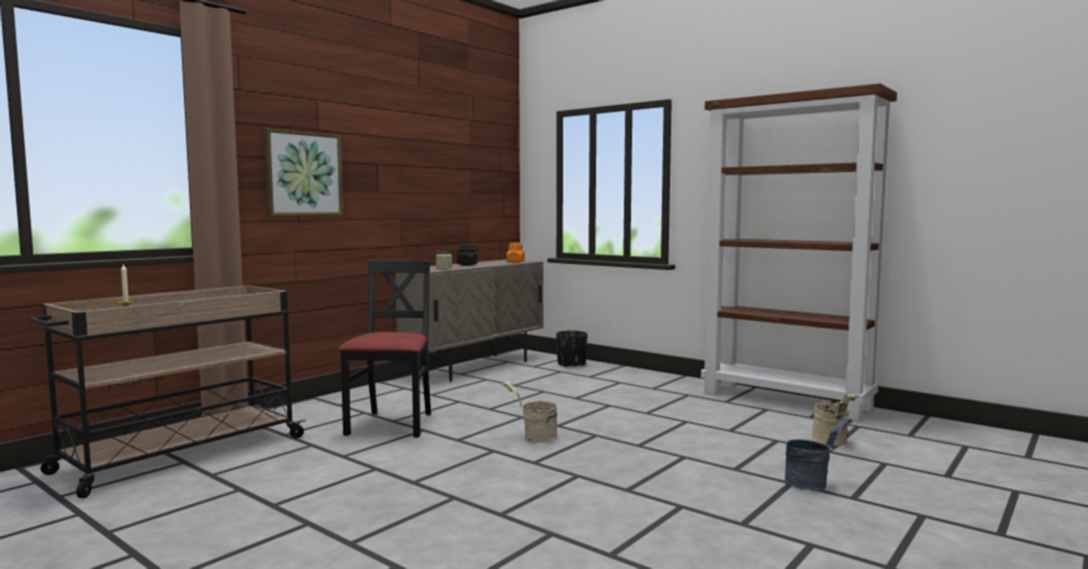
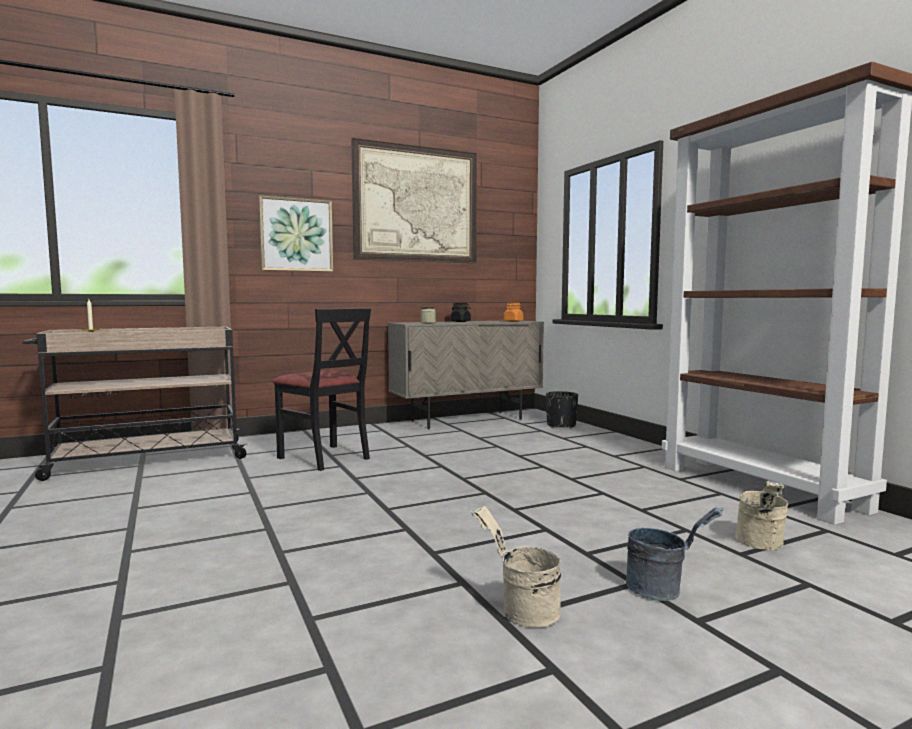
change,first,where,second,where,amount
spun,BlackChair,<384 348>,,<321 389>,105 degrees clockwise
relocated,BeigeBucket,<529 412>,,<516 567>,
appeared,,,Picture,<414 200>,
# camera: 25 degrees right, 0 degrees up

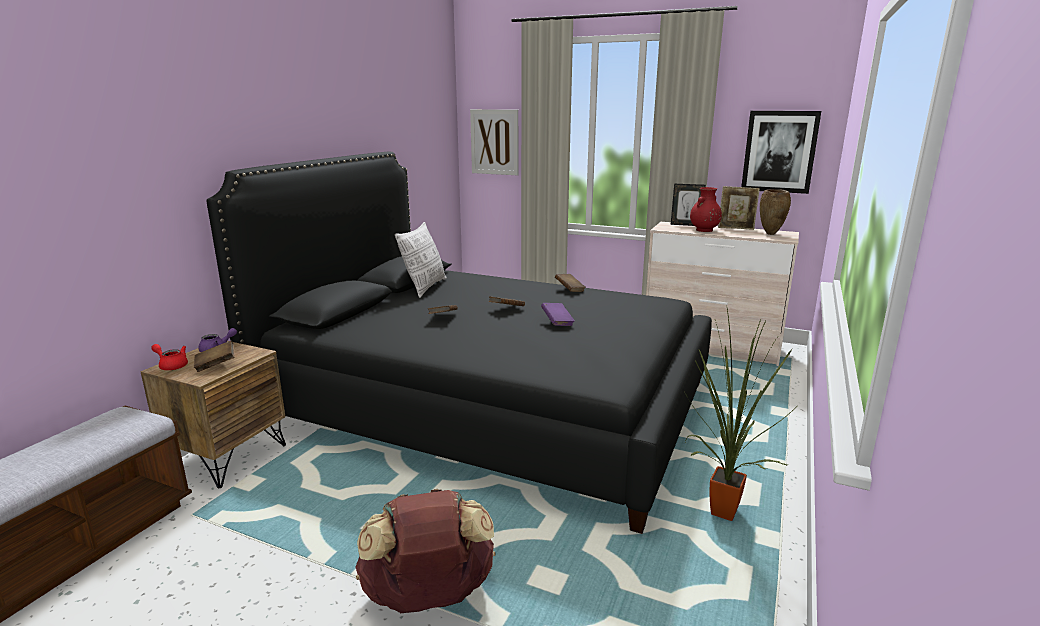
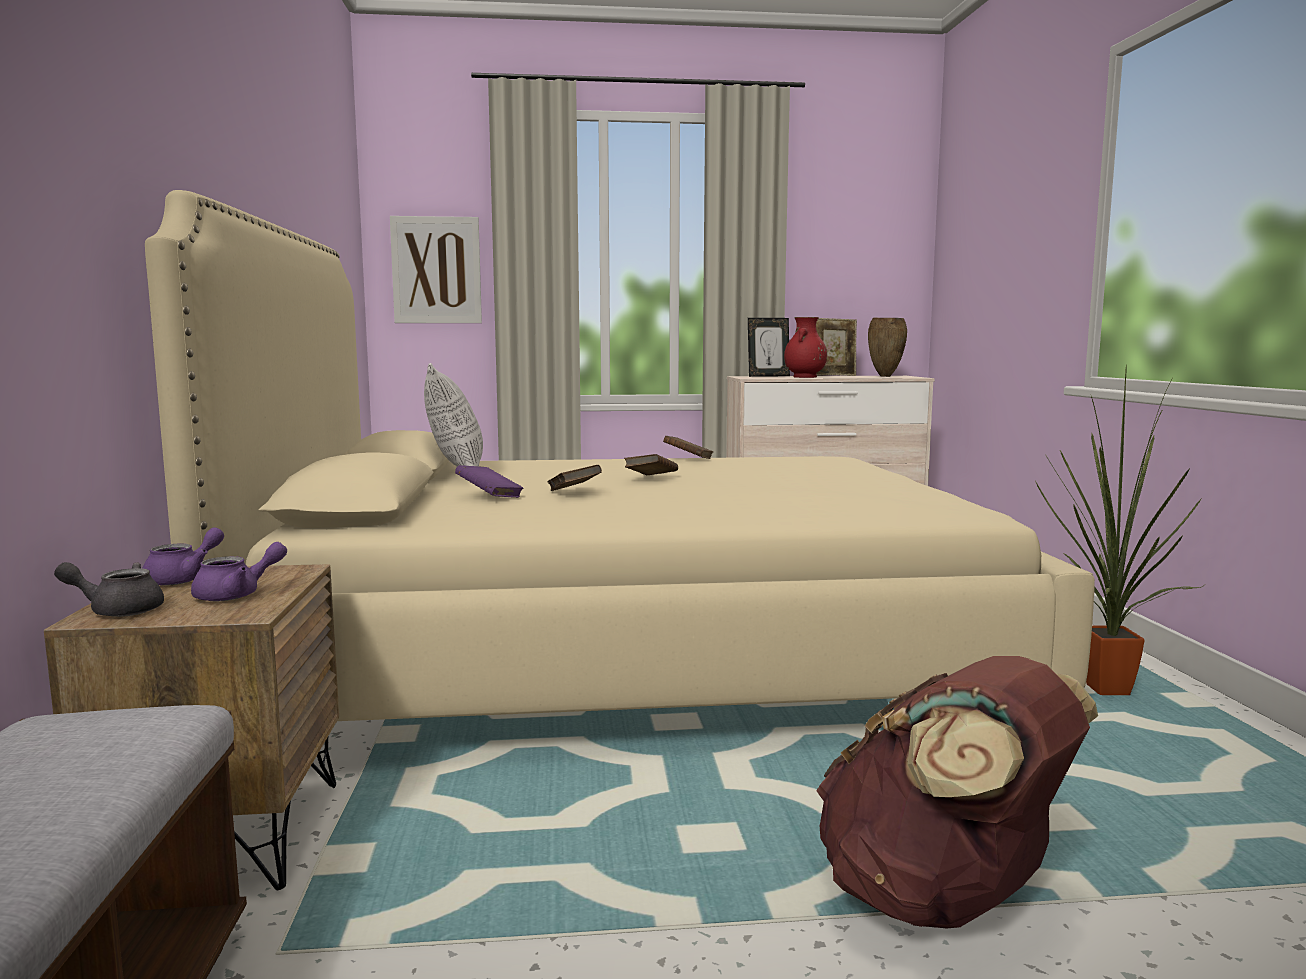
change,first,where,second,where,amount
missing,Picture,<781 152>,,,
colour,BlackBed,<459 343>,BeigeBed,<620 455>,
relocated,PurpleBook,<558 314>,,<489 481>,
exchanged,BrownBook,<214 356>,PurpleTeapot,<239 571>,
colour,RedTeapot,<169 357>,GreyTeapot,<109 589>,
# camera: 30 degrees left, 10 degrees down

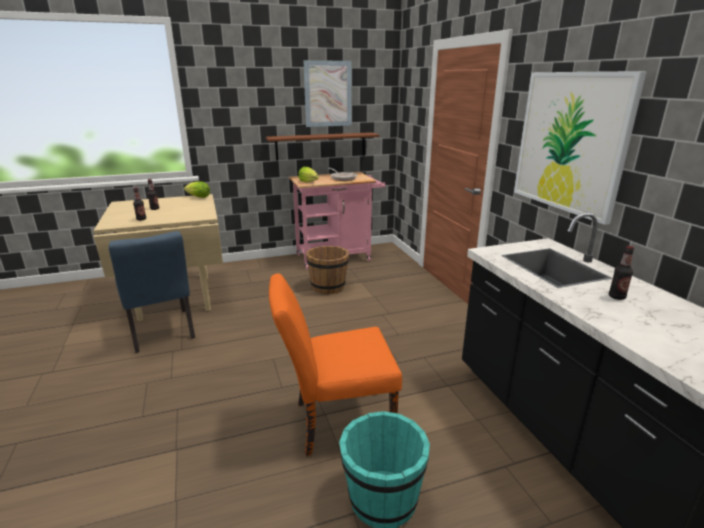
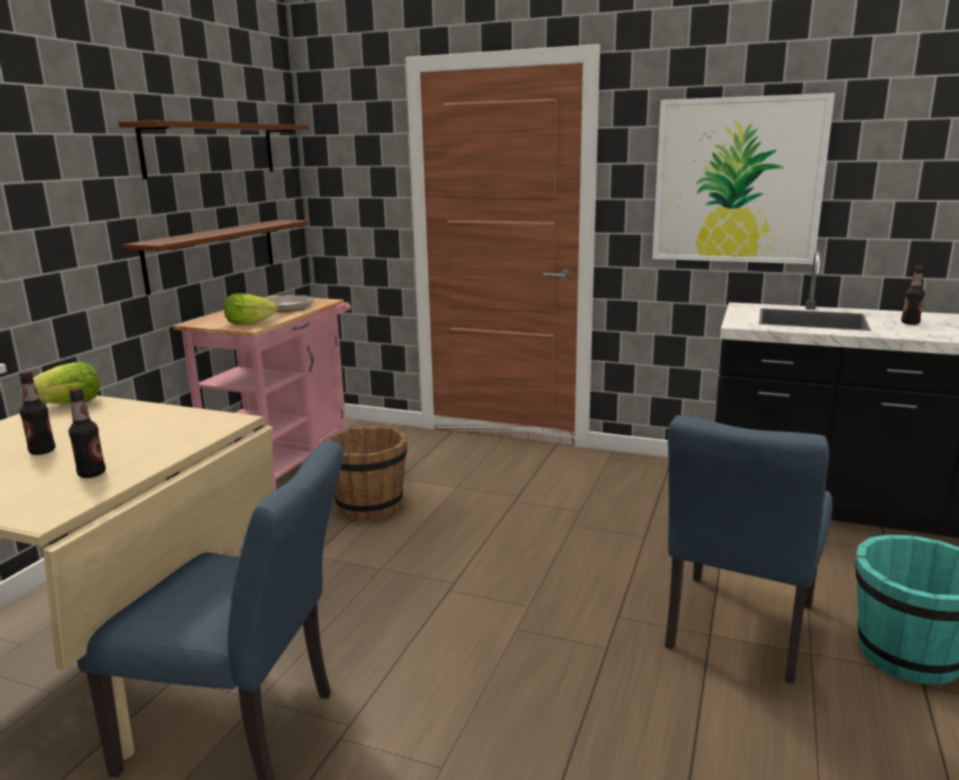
change,first,where,second,where,amount
exchanged,Picture,<327 93>,BrownShelf,<214 149>,
colour,OrangeChair,<335 364>,BlueChair,<748 549>,
# camera: 50 degrees left, 5 degrees down

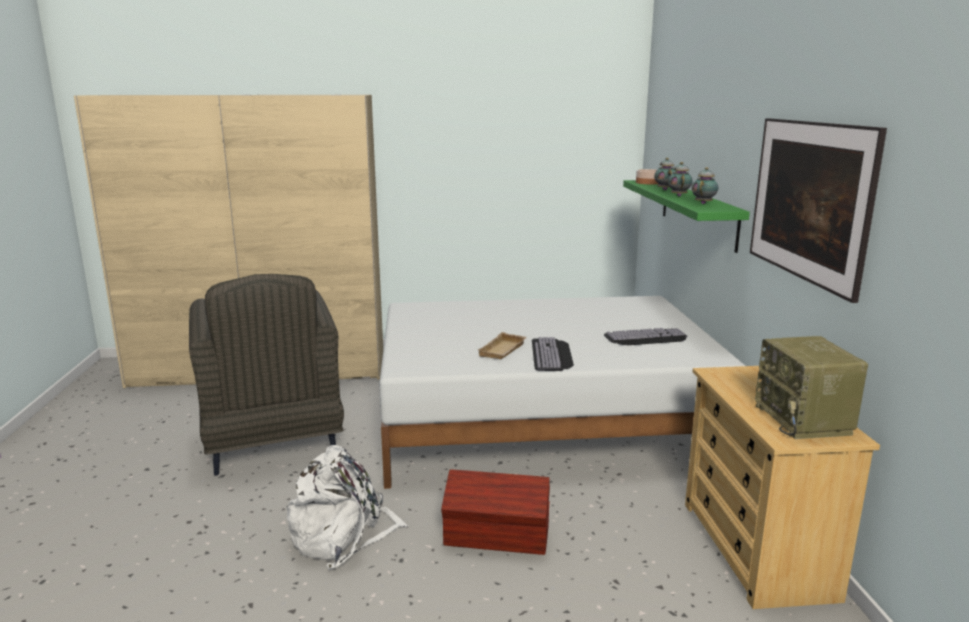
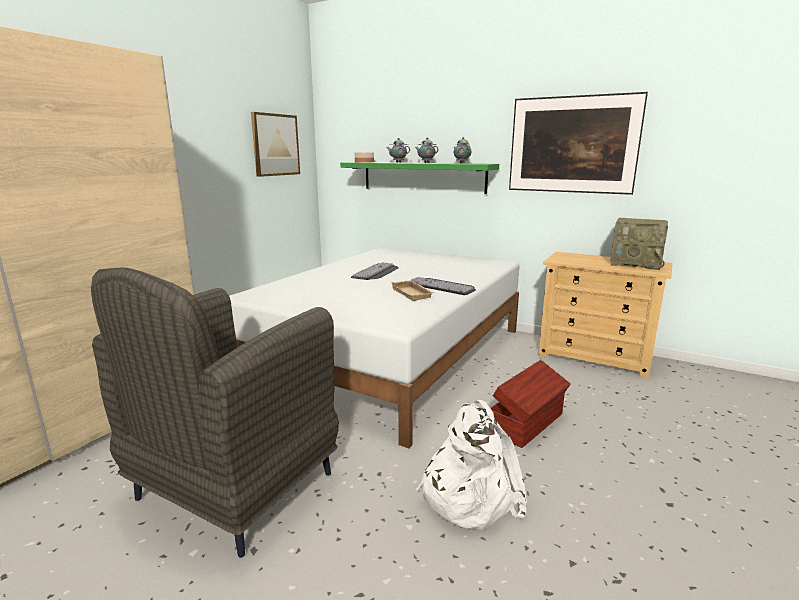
change,first,where,second,where,amount
spun,GreyArmchair,<266 375>,,<215 412>,105 degrees clockwise
relocated,Keyboard,<645 336>,,<375 271>,
appeared,,,Picture,<275 144>,
# camera: 55 degrees left, 0 degrees up

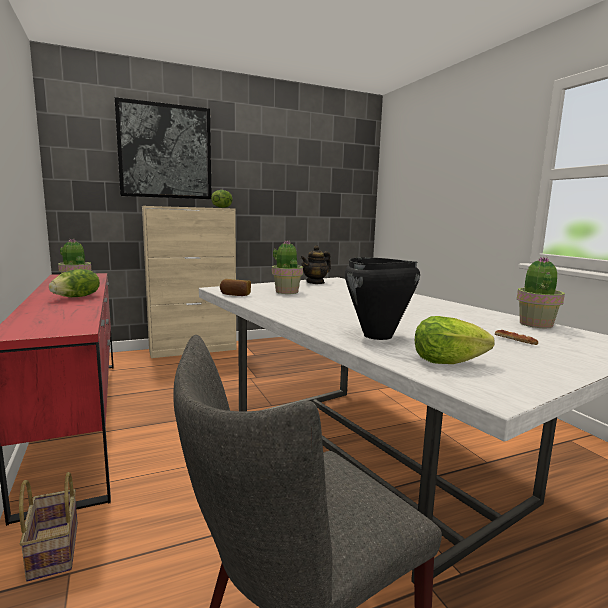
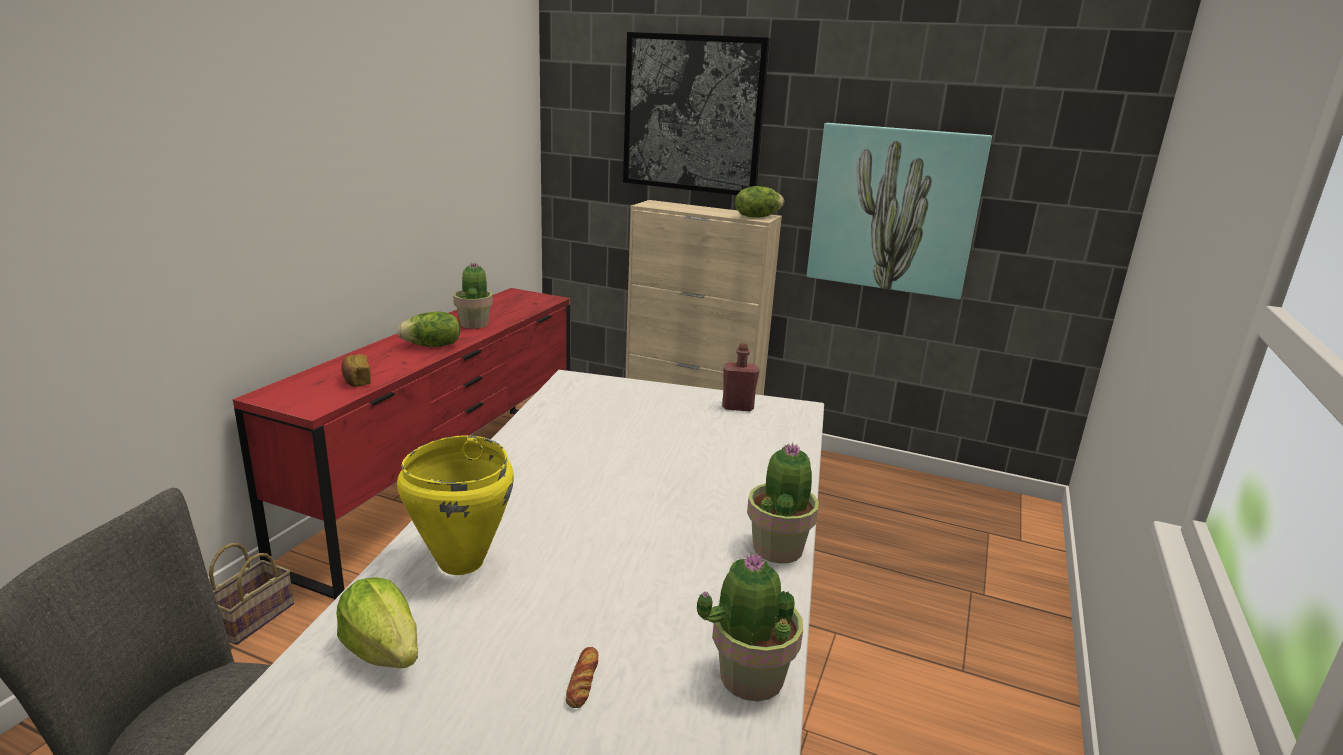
change,first,where,second,where,amount
relocated,PottedPlant,<287 267>,,<783 503>,
exchanged,Teapot,<315 264>,RedBottle,<740 377>,
colour,BlackCookingPot,<382 298>,YellowCookingPot,<455 505>,
relocated,Bread,<235 287>,,<356 370>,
appeared,,,Picture,<899 211>,
# camera: 45 degrees right, 10 degrees up

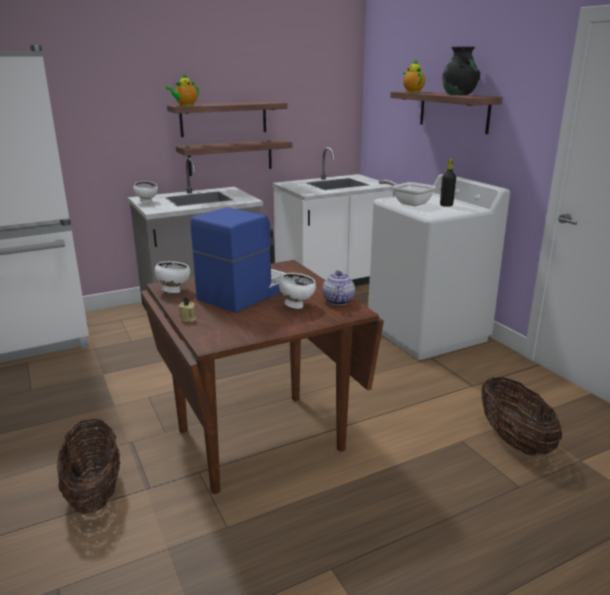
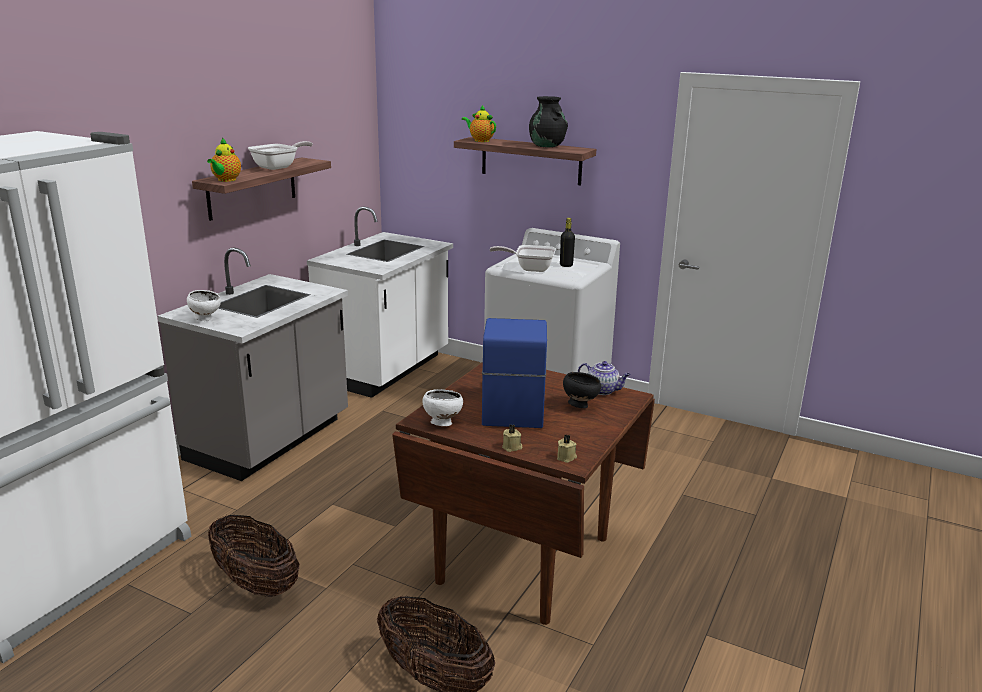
change,first,where,second,where,amount
missing,Shelf,<234 157>,,,
spun,Teapot,<338 288>,,<604 378>,150 degrees clockwise
colour,WhiteBowl,<297 291>,BlackBowl,<582 390>,
relocated,Basket,<521 416>,,<253 556>,
appeared,,,FryingPan,<280 155>,
appeared,,,BeigeCandle,<567 448>,
# camera: 35 degrees left, 0 degrees up

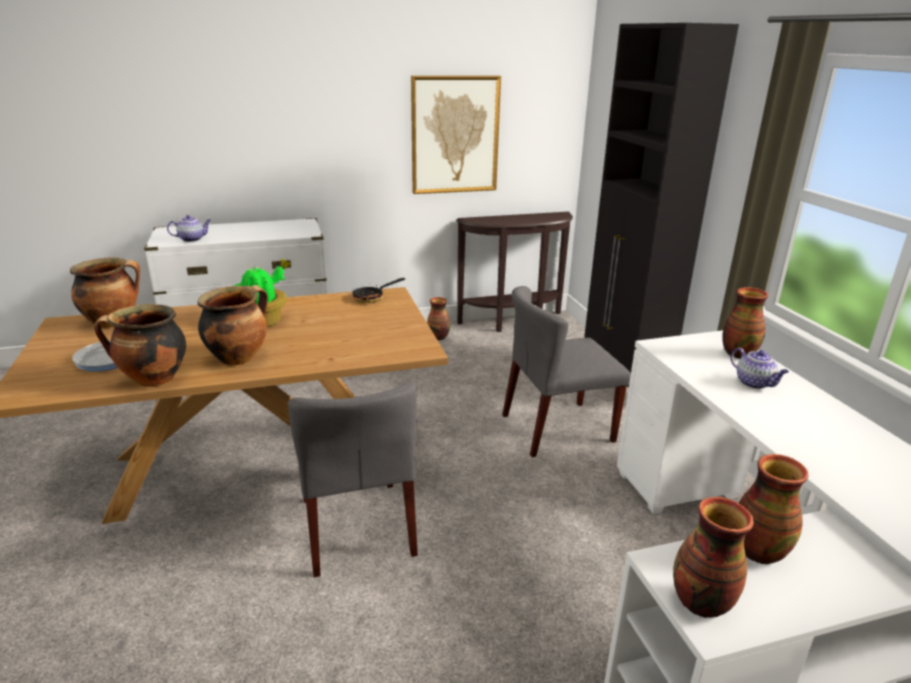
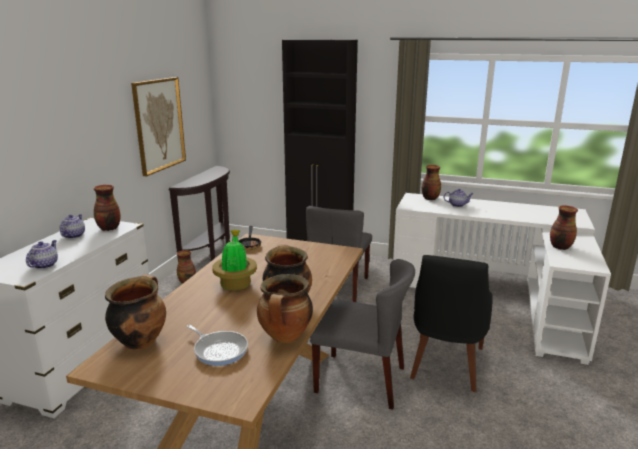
change,first,where,second,where,amount
relocated,Vase,<713 557>,,<107 208>,
appeared,,,Teapot,<72 226>,
appeared,,,BlackChair,<451 323>,
# camera: 55 degrees left, 5 degrees down

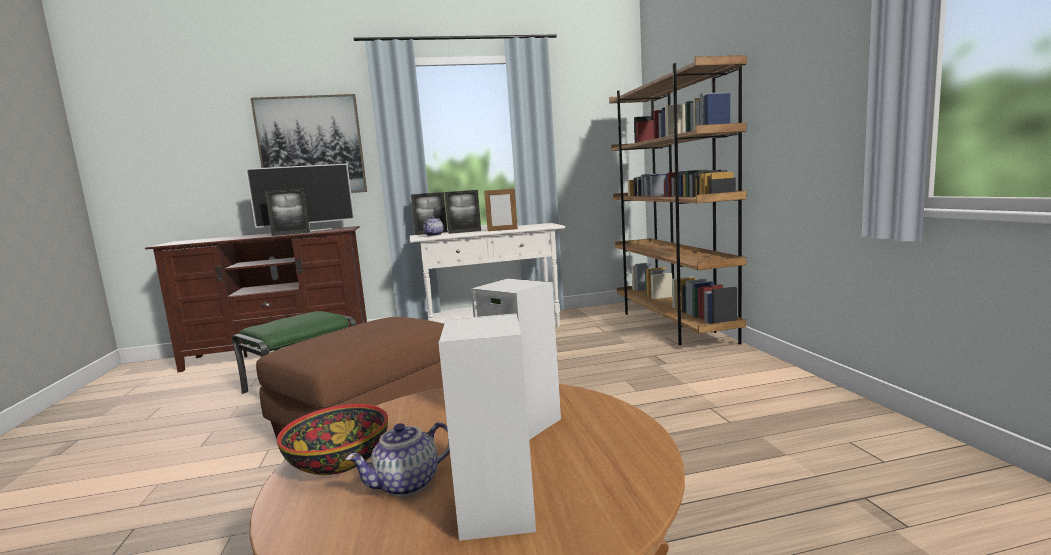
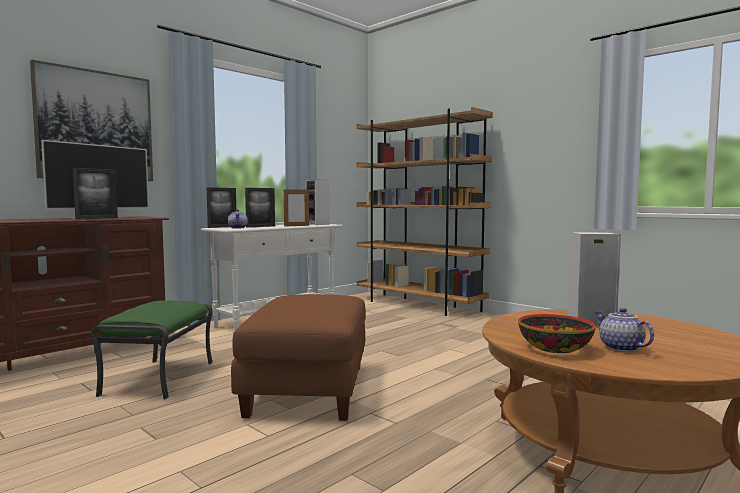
change,first,where,second,where,amount
relocated,Speaker,<487 427>,,<317 202>,
spun,Teapot,<397 459>,,<624 330>,135 degrees clockwise
# camera: 35 degrees left, 5 degrees down

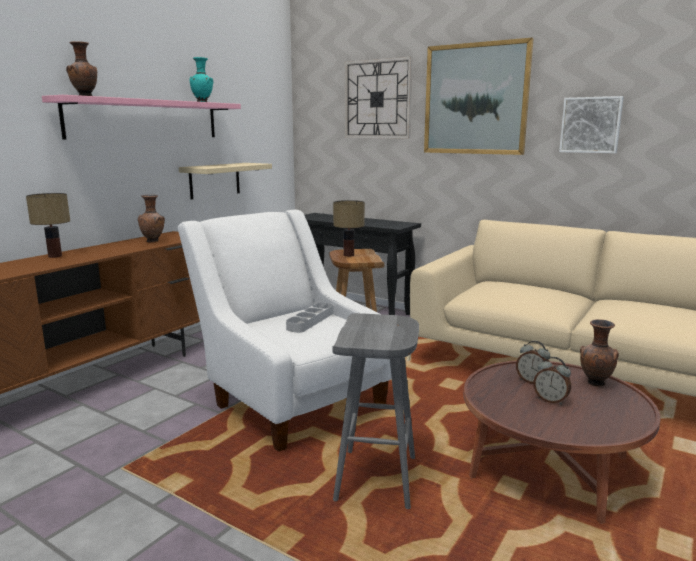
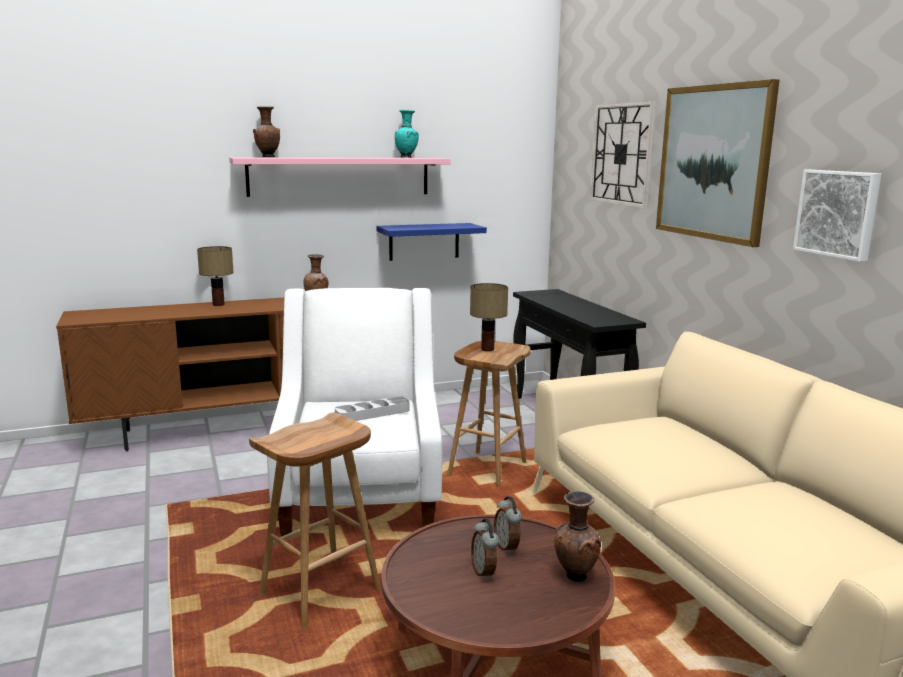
change,first,where,second,where,amount
colour,BeigeShelf,<225 181>,BlueShelf,<431 242>,
colour,GreyStool,<375 411>,BrownStool,<315 520>,
# camera: 35 degrees right, 0 degrees up

